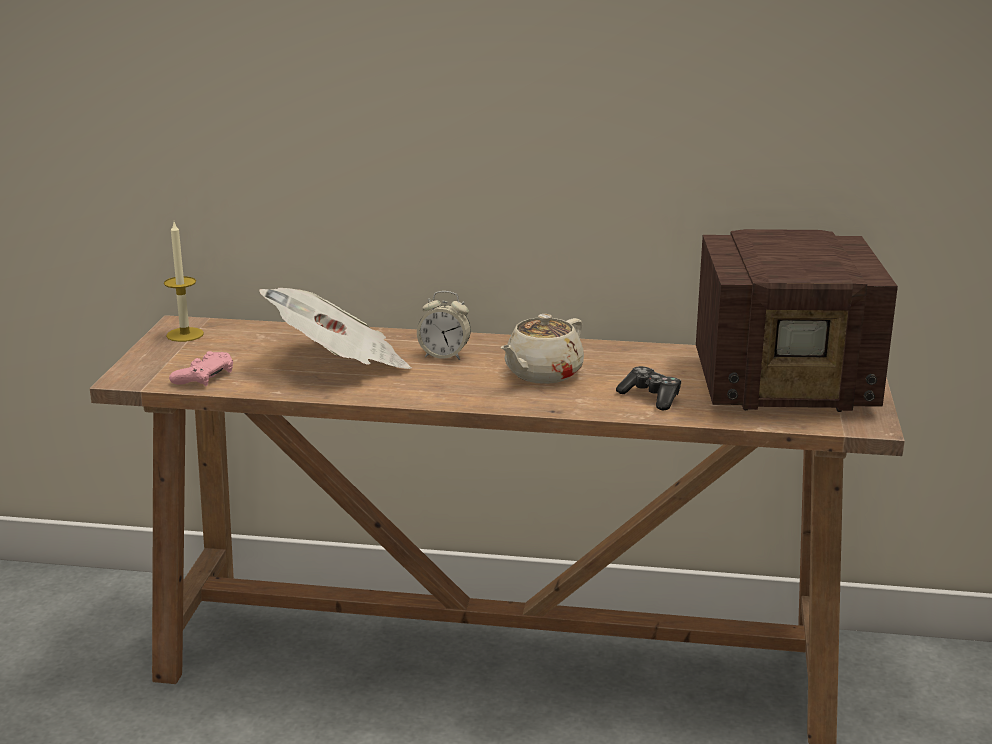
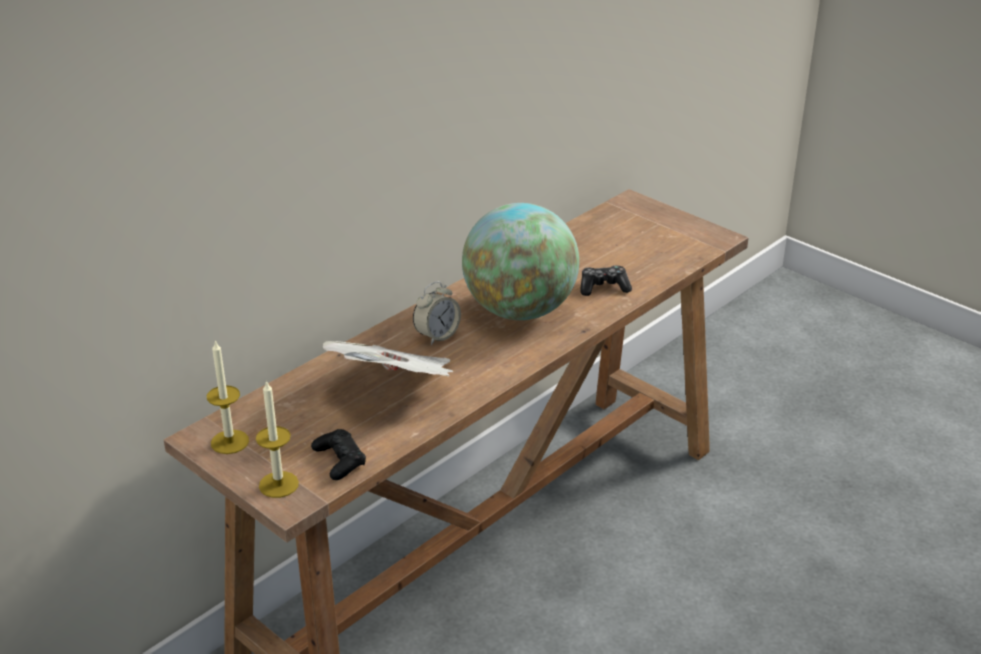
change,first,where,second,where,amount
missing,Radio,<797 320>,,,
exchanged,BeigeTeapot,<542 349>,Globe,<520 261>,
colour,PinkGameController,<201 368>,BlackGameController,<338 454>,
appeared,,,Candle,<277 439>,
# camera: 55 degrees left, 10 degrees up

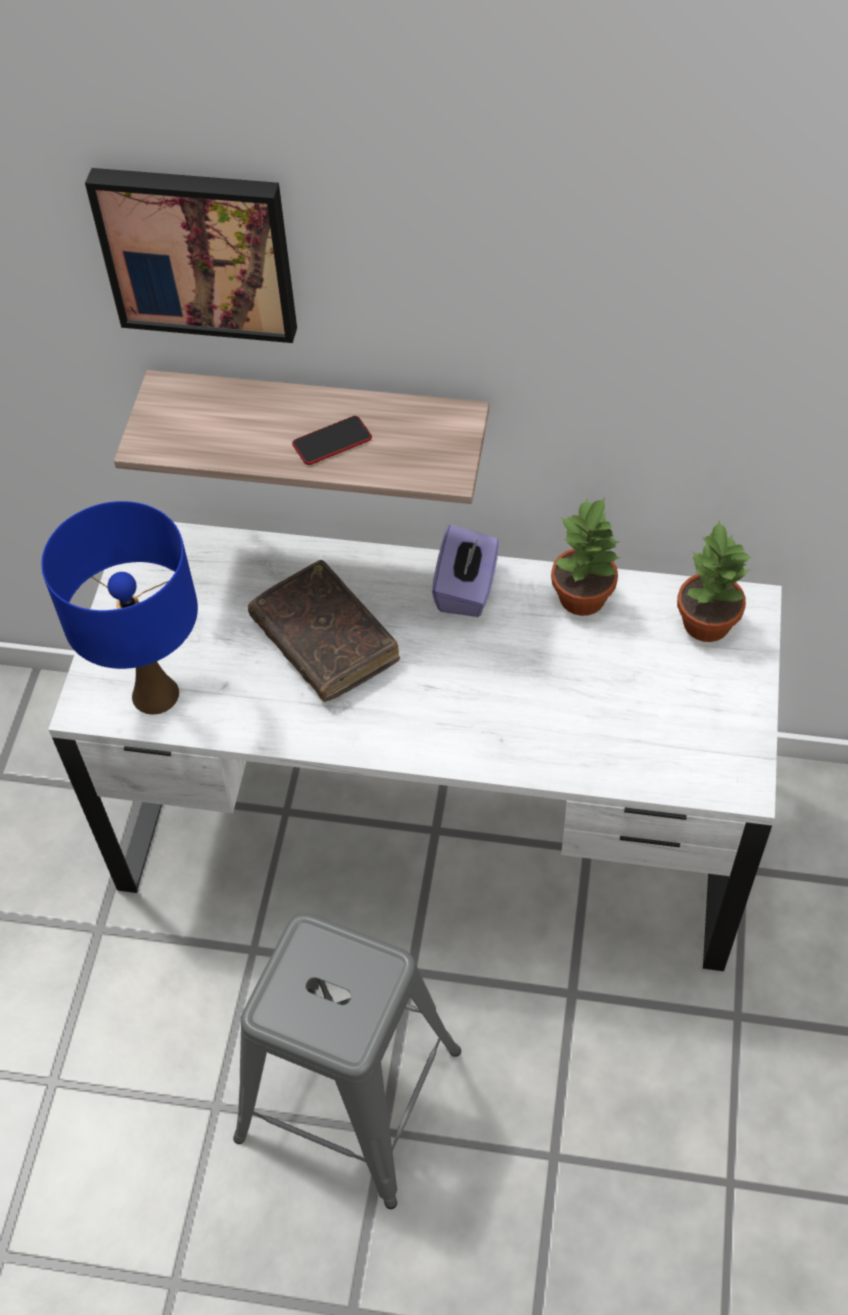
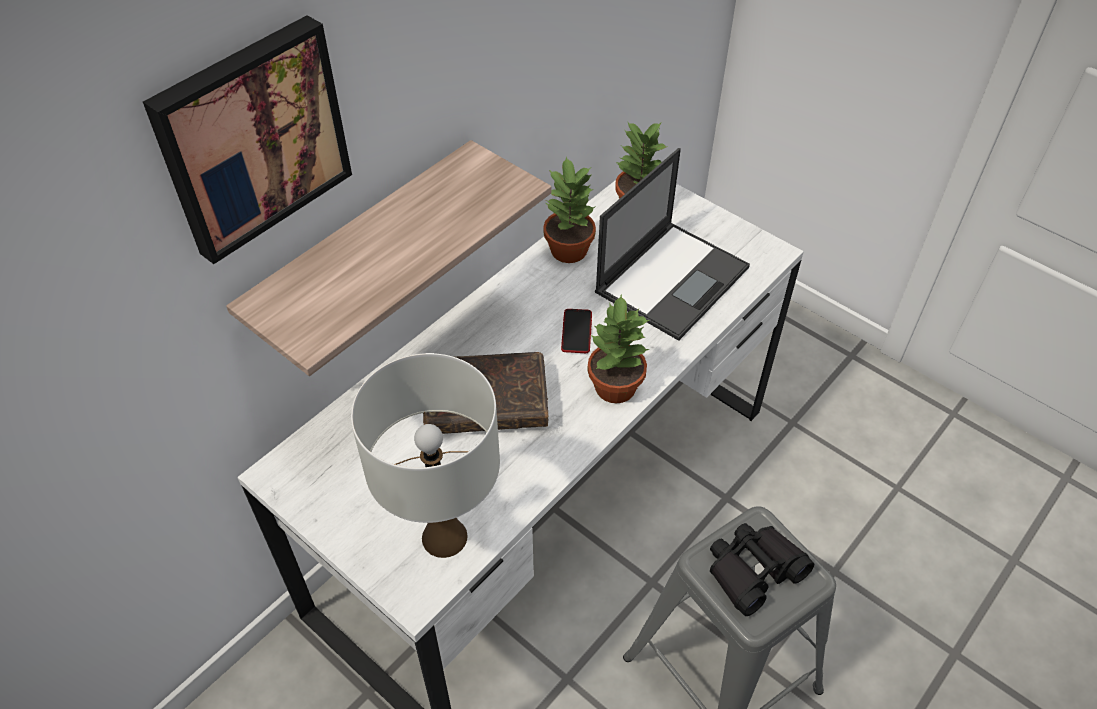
change,first,where,second,where,amount
relocated,Phone,<332 440>,,<576 331>,
colour,BlueTableLamp,<119 608>,WhiteTableLamp,<425 455>,
missing,PurpleTissueBox,<465 571>,,,
appeared,,,Laptop,<672 244>,
appeared,,,PottedPlant,<618 349>,
appeared,,,BlackBinoculars,<762 569>,
# camera: 60 degrees left, 5 degrees down

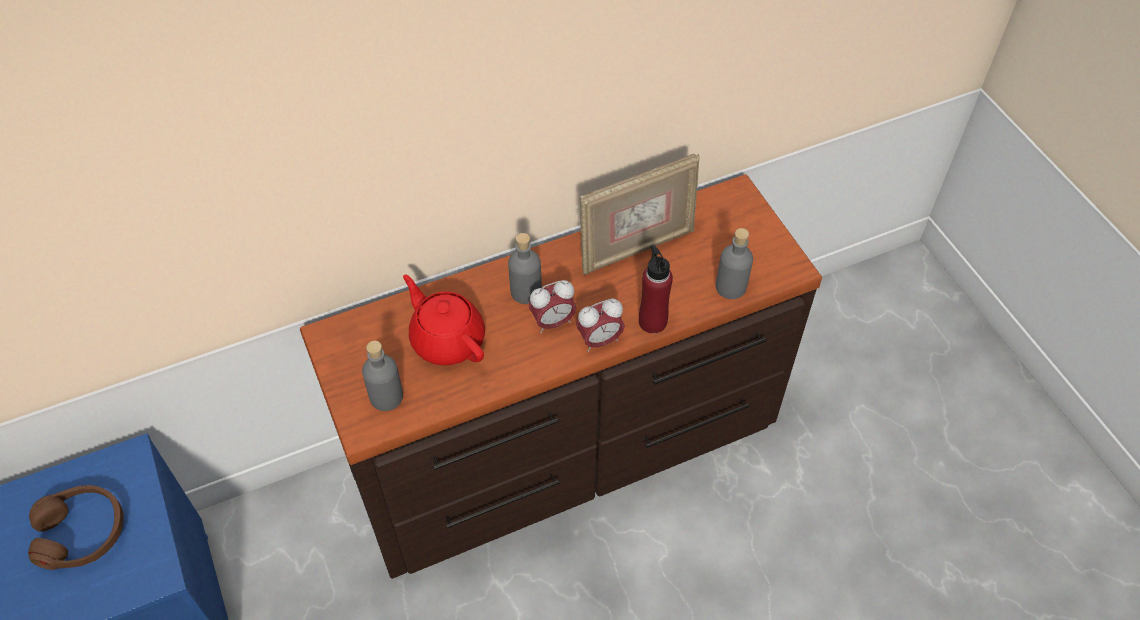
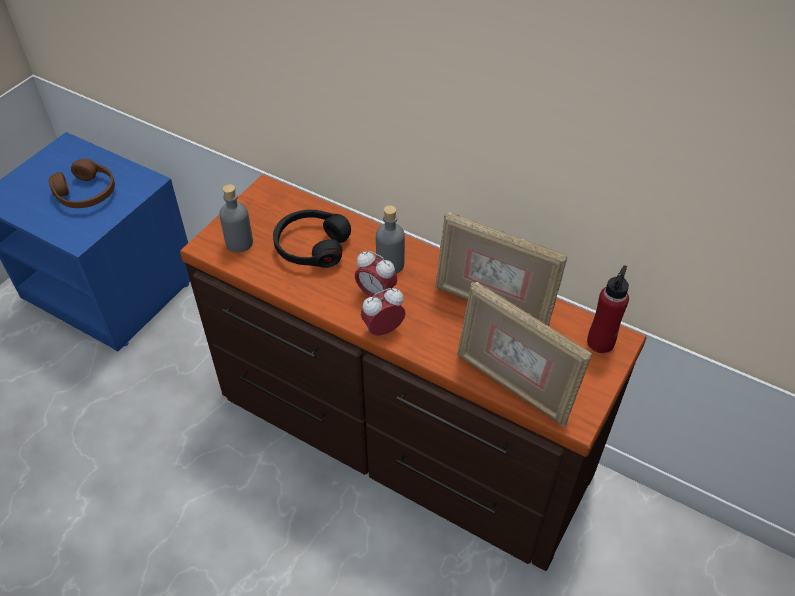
change,first,where,second,where,amount
exchanged,GreyBottle,<734 263>,PictureFrame,<524 354>,
relocated,RedBottle,<656 289>,,<608 309>,
exchanged,RedTeapot,<444 319>,BlackHeadphones,<312 239>,
spun,AlarmClock,<600 325>,,<383 311>,120 degrees clockwise
# camera: 55 degrees right, 5 degrees down

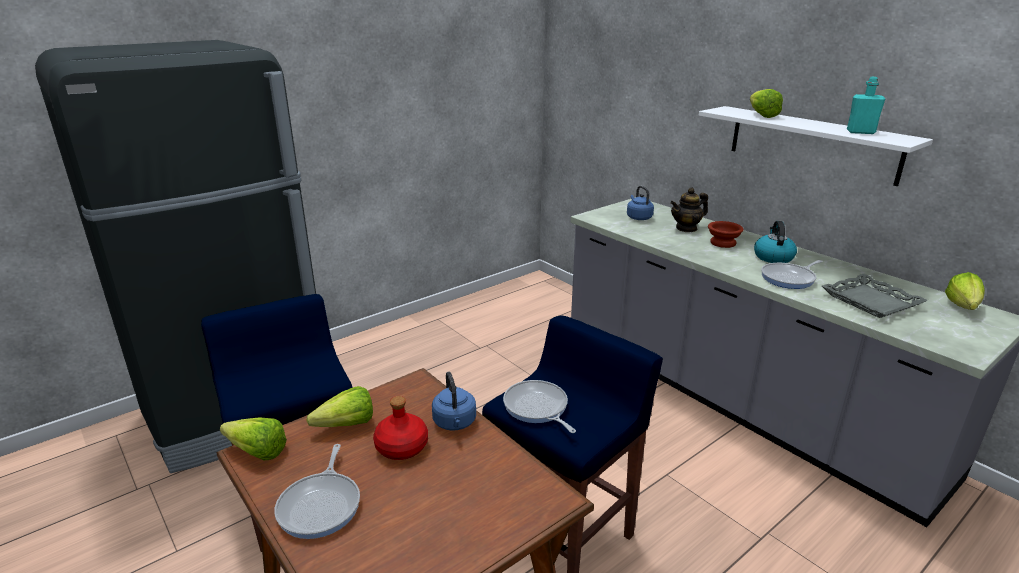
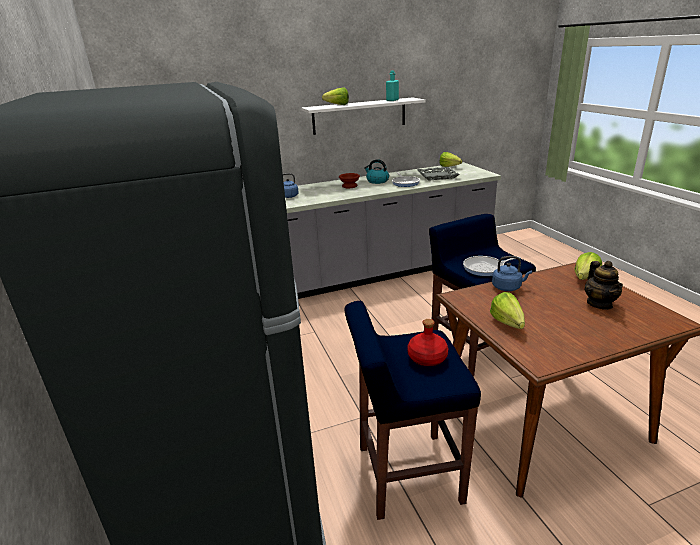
change,first,where,second,where,amount
relocated,Teapot,<689 210>,,<603 285>,
relocated,RedBottle,<400 428>,,<427 342>,
relocated,Lettuce,<253 438>,,<588 266>,
missing,FryingPan,<317 491>,,,
# camera: 70 degrees left, 0 degrees up

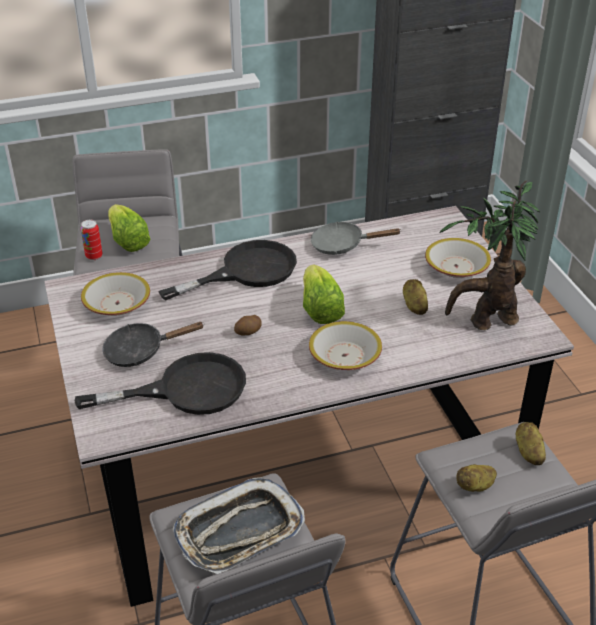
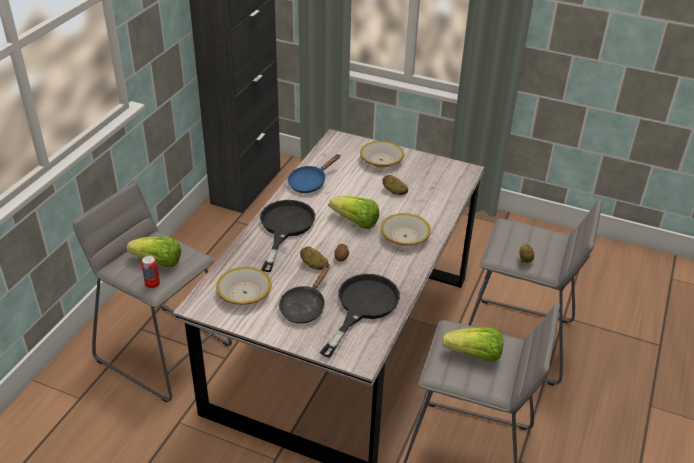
change,first,where,second,where,amount
missing,PottedPlant,<489 255>,,,
colour,GreyFryingPan,<356 238>,BlueFryingPan,<314 173>,
relocated,Potato,<531 443>,,<314 258>,
exchanged,Tray,<239 526>,Lettuce,<472 344>,
# camera: 50 degrees left, 0 degrees up

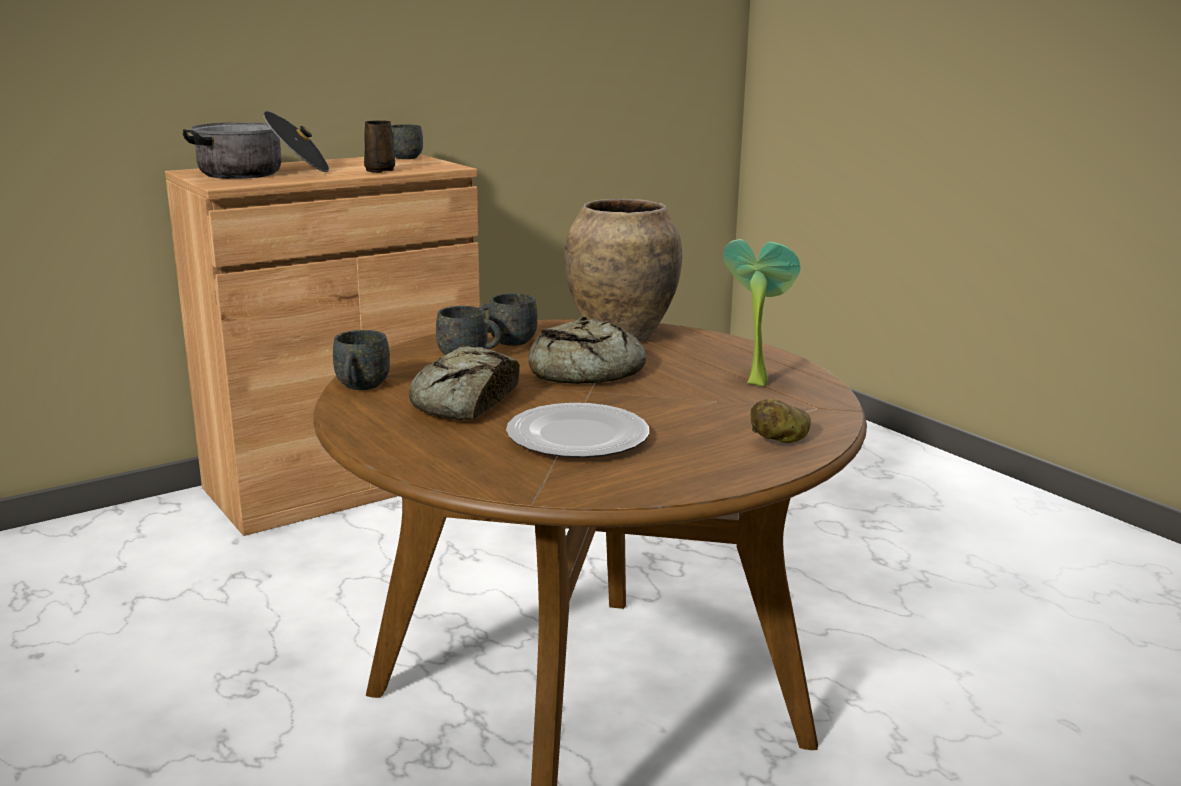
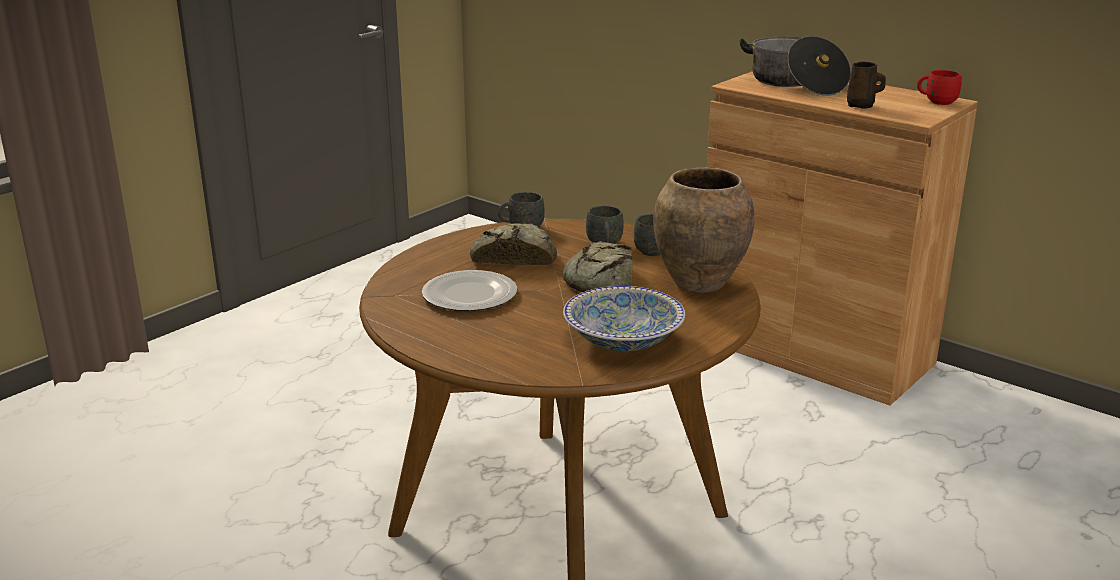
change,first,where,second,where,amount
colour,GreyMug,<407 141>,RedMug,<939 87>,
exchanged,PottedPlant,<761 313>,Bowl,<624 318>,
missing,Potato,<781 421>,,,
# camera: 75 degrees right, 5 degrees up

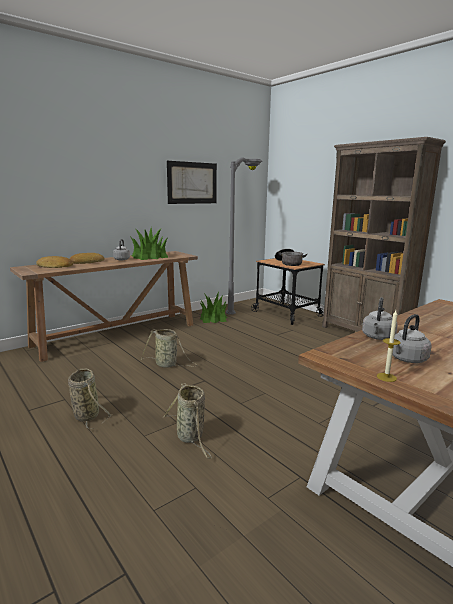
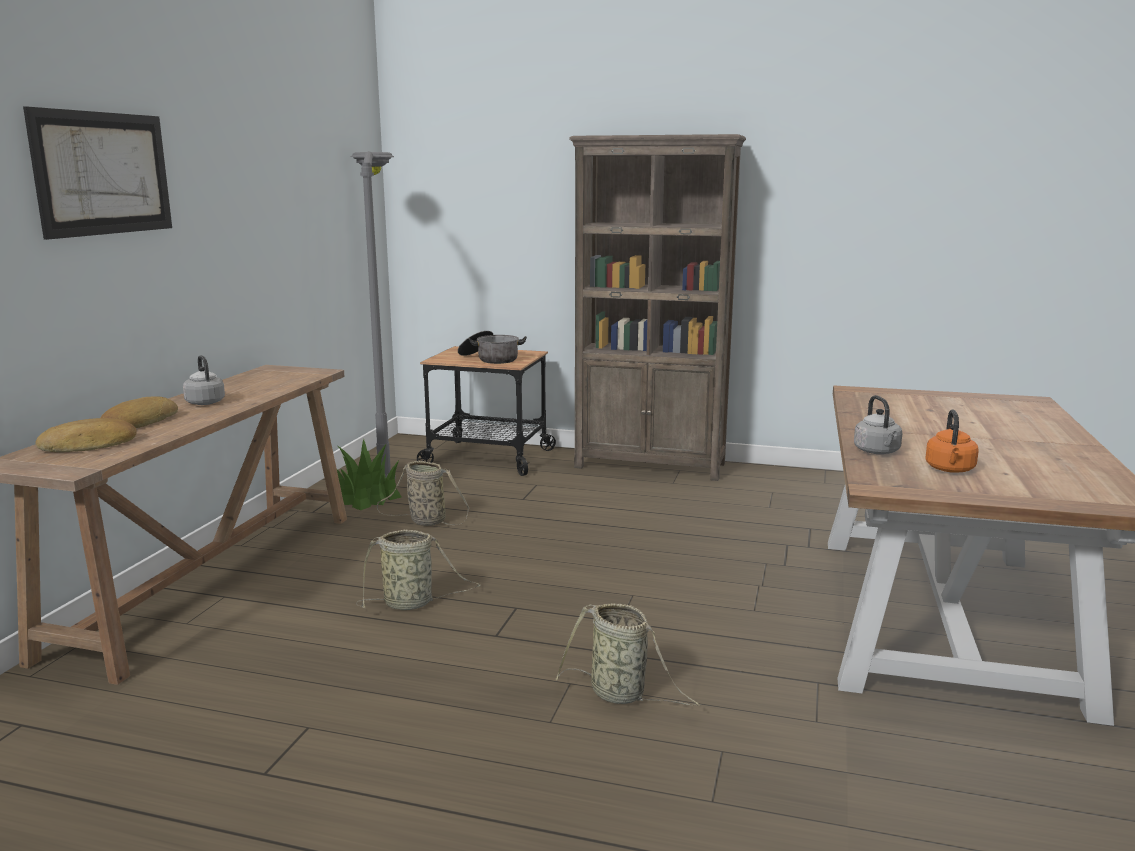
change,first,where,second,where,amount
relocated,Picture,<192 182>,,<97 173>,
missing,PottedPlant,<150 244>,,,
missing,Candle,<389 346>,,,
colour,GreyKettle,<412 338>,OrangeKettle,<952 441>,
relocated,Basket,<90 398>,,<423 493>,
# camera: 35 degrees left, 0 degrees up

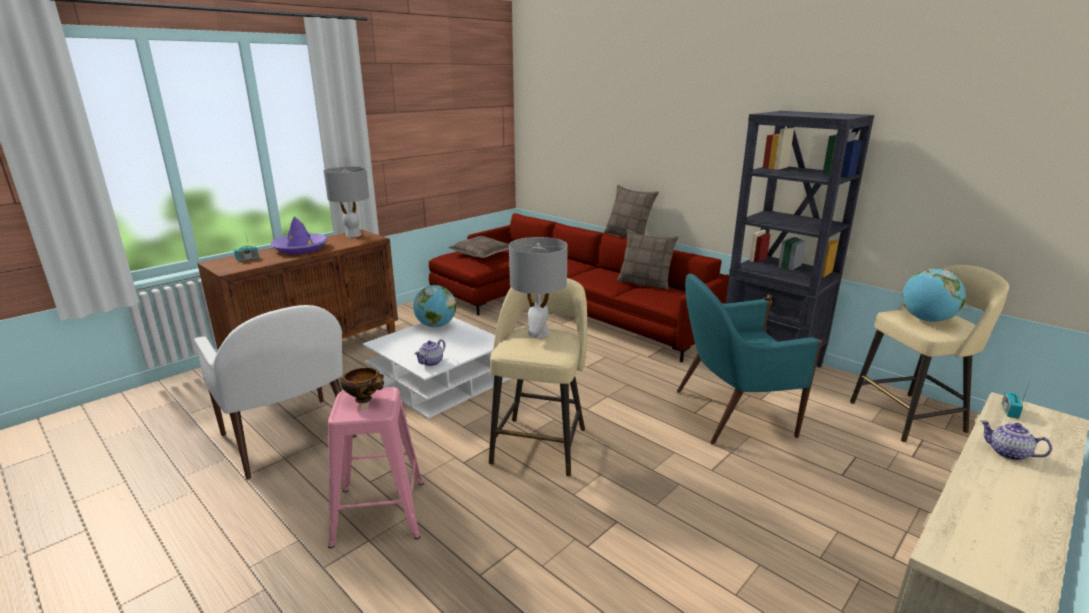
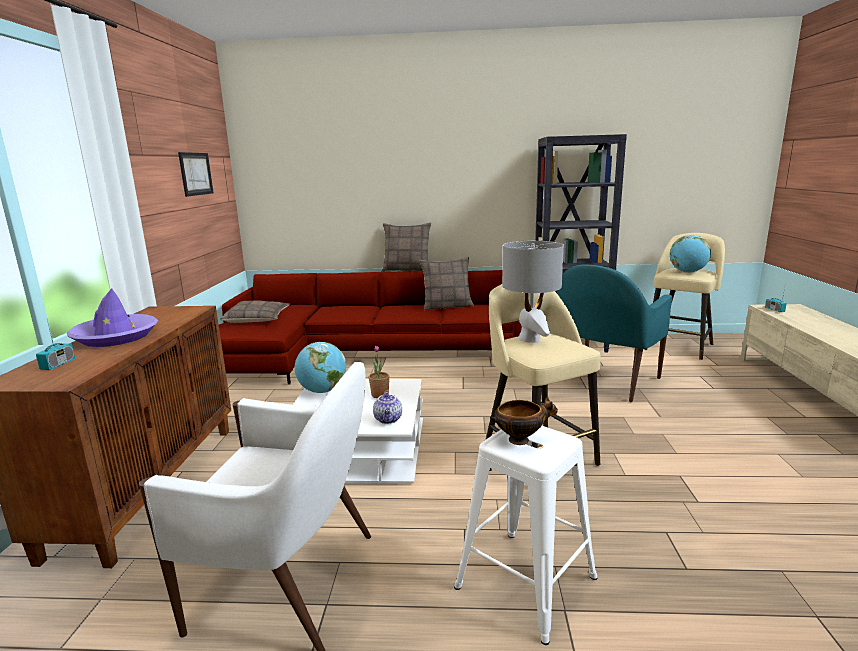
change,first,where,second,where,amount
missing,GreyTableLamp,<346 201>,,,
colour,PinkStool,<376 467>,WhiteStool,<526 535>,
missing,Teapot,<1016 440>,,,
appeared,,,Picture,<196 174>,
appeared,,,PottedPlant,<379 372>,
# camera: 40 degrees left, 5 degrees down

